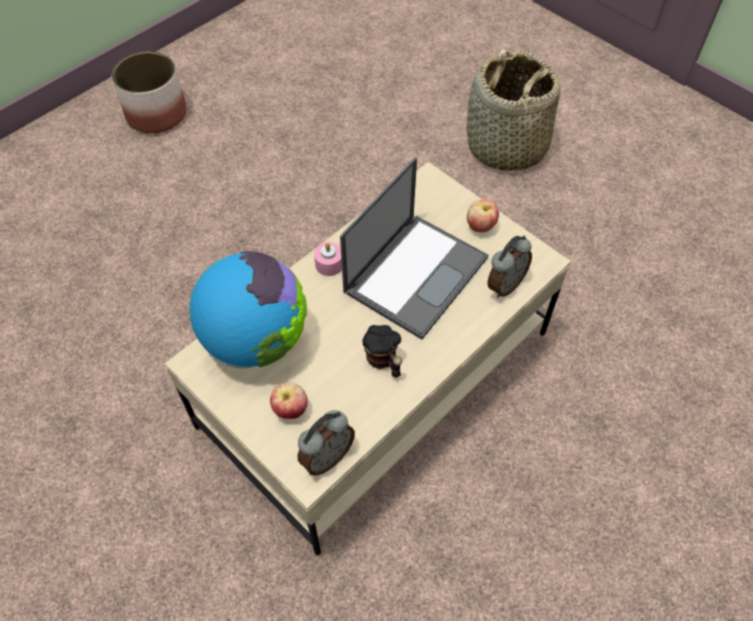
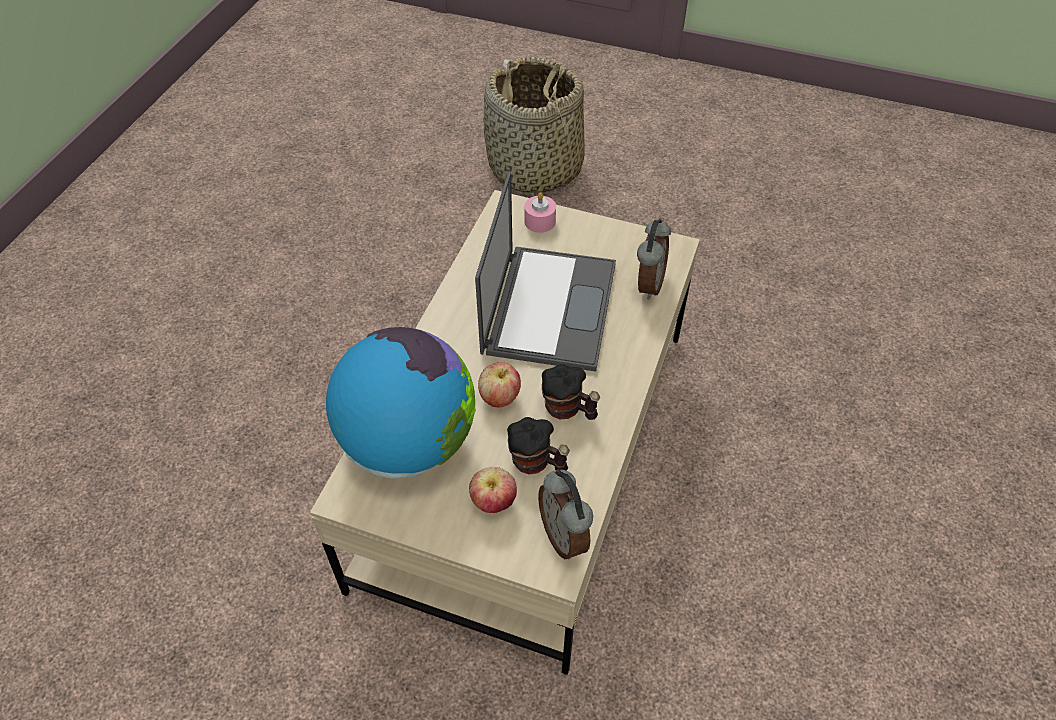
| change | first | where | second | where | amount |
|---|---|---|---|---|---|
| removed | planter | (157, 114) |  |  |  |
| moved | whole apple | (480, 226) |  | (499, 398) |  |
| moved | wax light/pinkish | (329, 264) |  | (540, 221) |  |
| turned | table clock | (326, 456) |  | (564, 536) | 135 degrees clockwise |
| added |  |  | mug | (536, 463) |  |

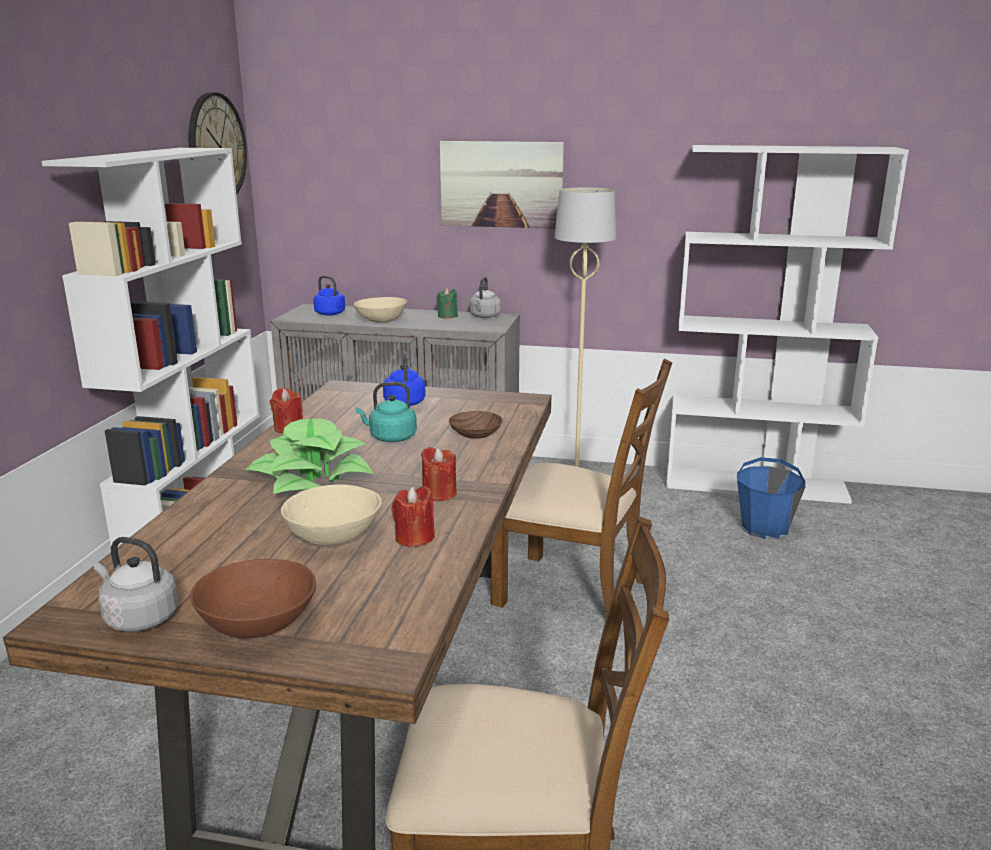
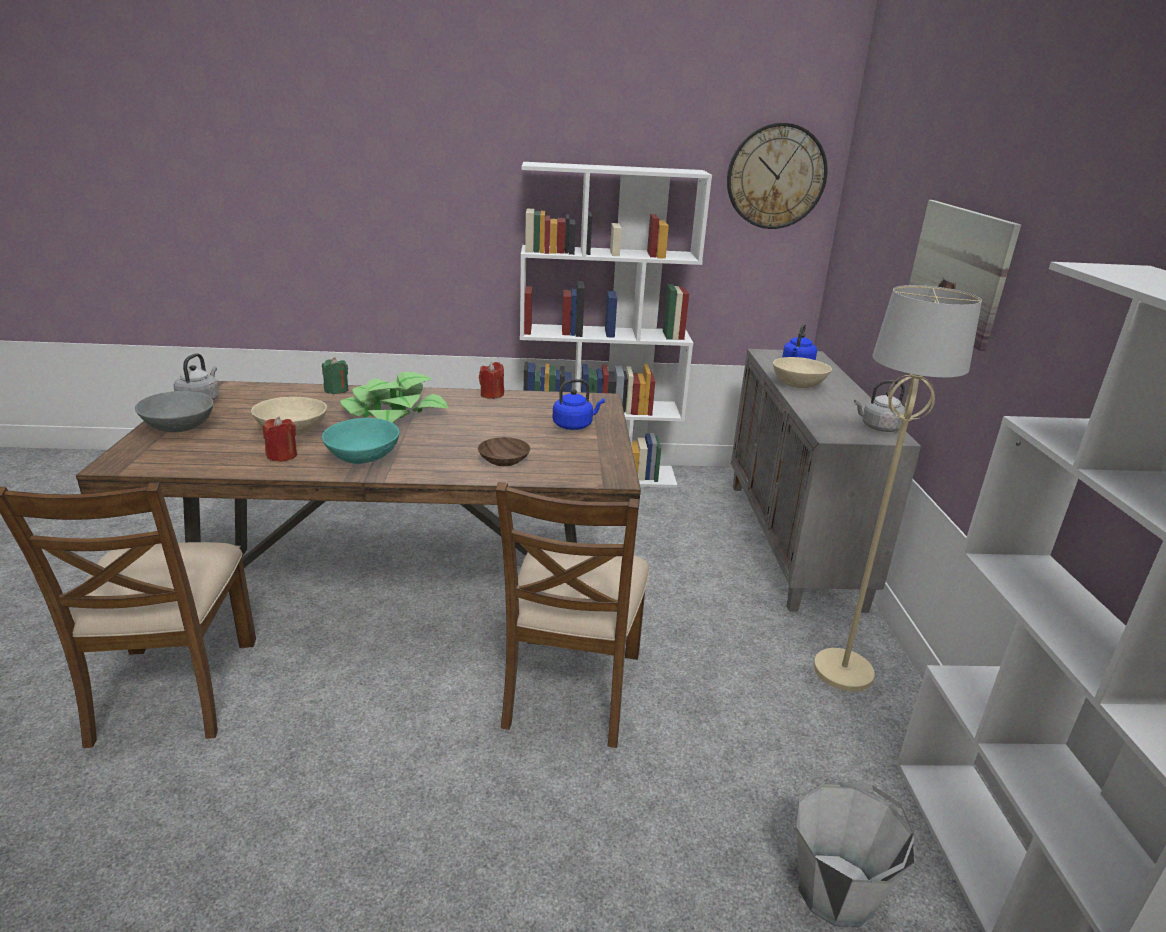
| change | first | where | second | where | amount |
|---|---|---|---|---|---|
| moved | wax light/greenish | (447, 316) |  | (336, 390) |  |
| removed | tea kettle/turquoise | (390, 438) |  |  |  |
| replaced | wax light/reddish | (439, 494) | bowl/turquoise | (362, 457) |  |
| recoloured | pail/blue | (764, 528) | pail/grey | (837, 892) |  |
| recoloured | bowl/brownish | (257, 624) | bowl/grey | (178, 427) |  |

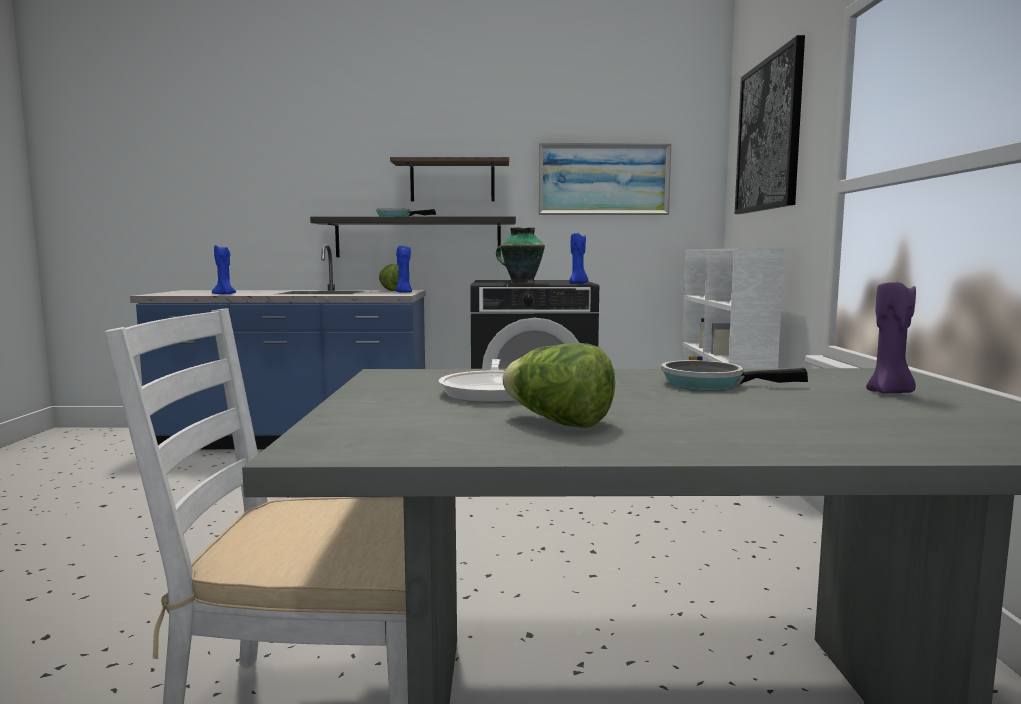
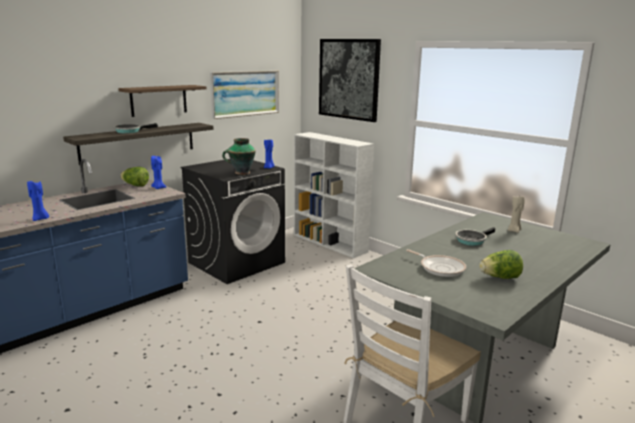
| change | first | where | second | where | amount |
|---|---|---|---|---|---|
| recoloured | wax light/purple-coloured | (889, 393) | wax light/beige-coloured | (514, 230) |  |

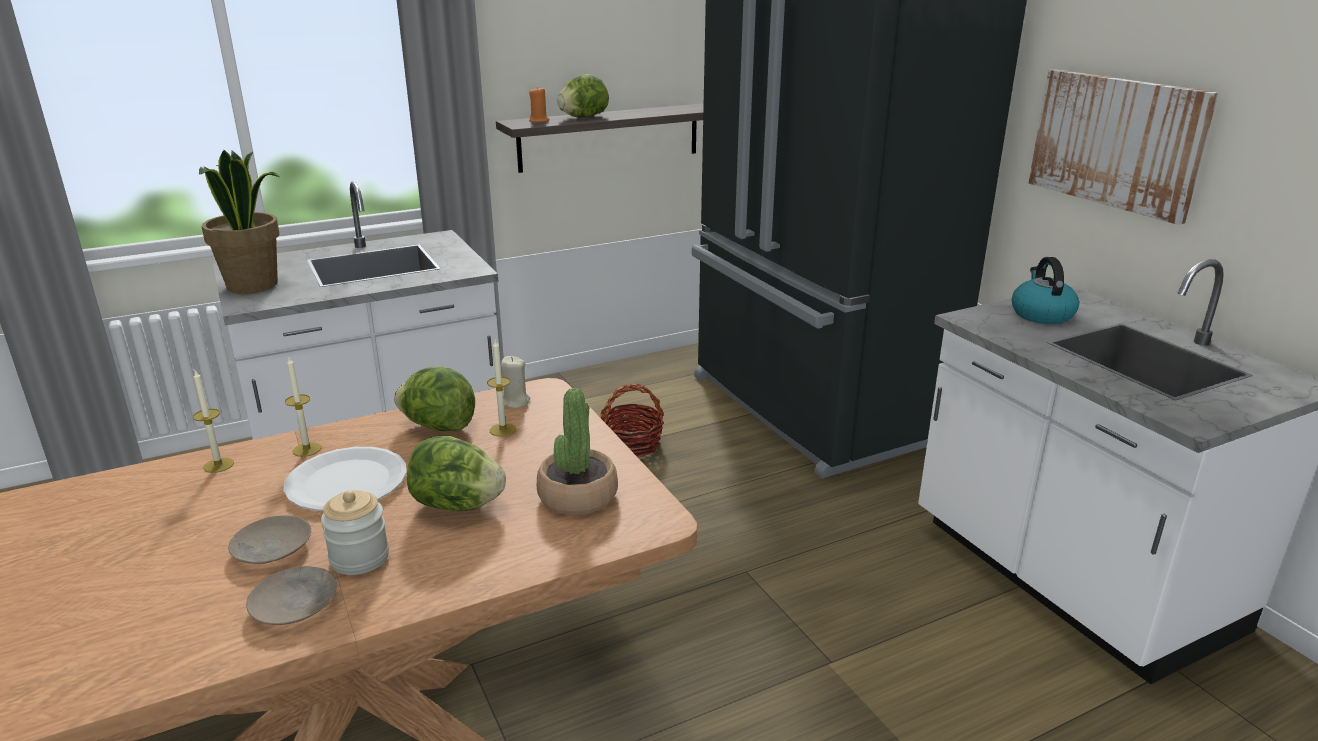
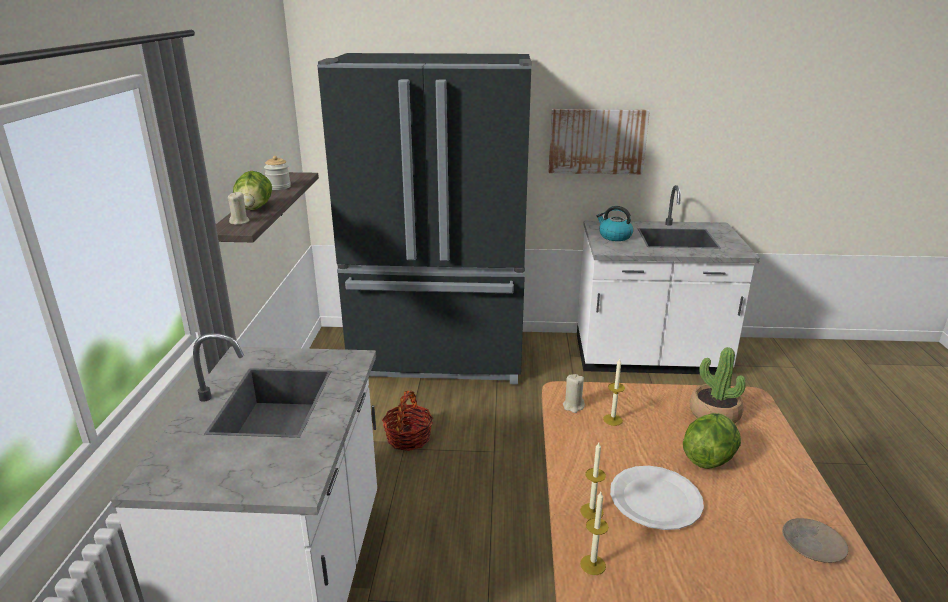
| change | first | where | second | where | amount |
|---|---|---|---|---|---|
| recoloured | wax light/orange-coloured | (539, 121) | wax light/beige-coloured | (240, 222) |  |
| removed | potted plant | (253, 285) |  |  |  |
| removed | lettuce head | (438, 427) |  |  |  |
| moved | storage jar | (359, 558) |  | (278, 187) |  |
| removed | plate/beige-coloured | (272, 549) |  |  |  |

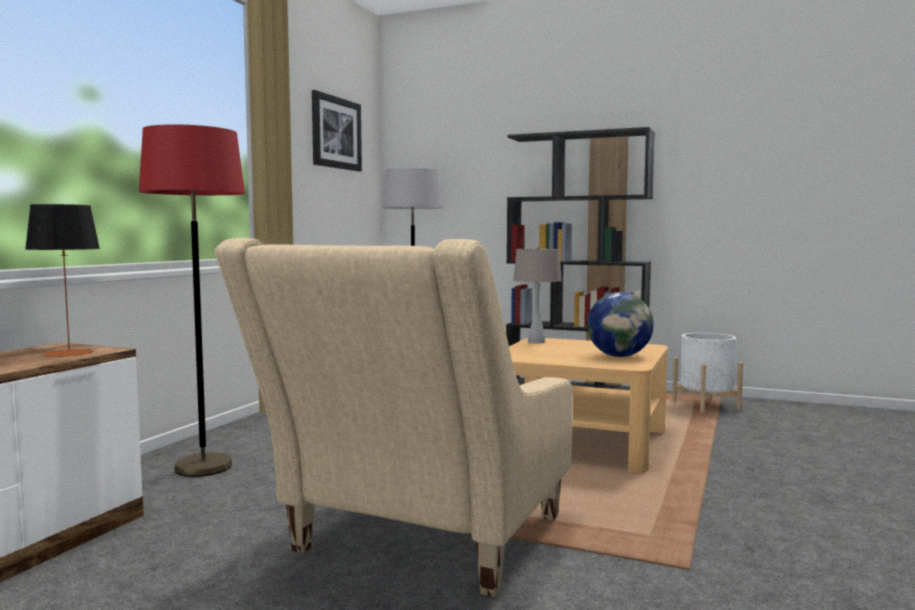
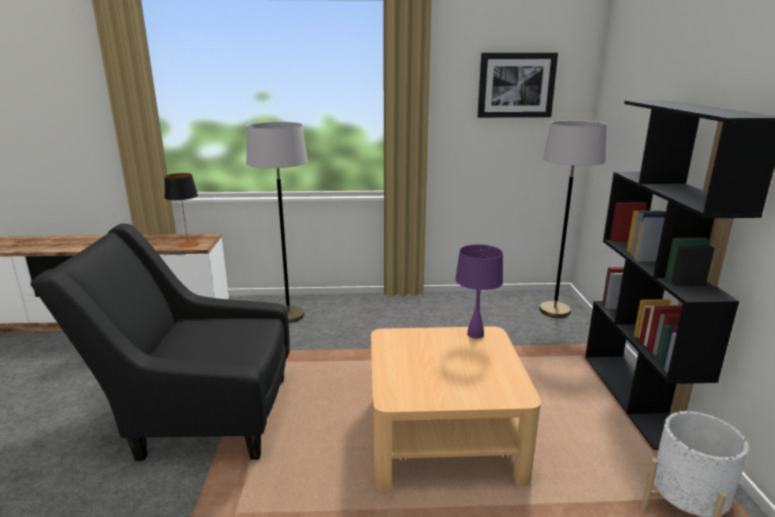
| change | first | where | second | where | amount |
|---|---|---|---|---|---|
| recoloured | standing lamp/reddish | (203, 467) | standing lamp/grey | (288, 315) |  |
| recoloured | easy chair/beige-coloured | (416, 546) | easy chair/black | (198, 415) |  |
| recoloured | lamp for a table/beige-coloured | (536, 342) | lamp for a table/purple-coloured | (475, 334) |  |
| removed | globe | (619, 356) |  |  |  |

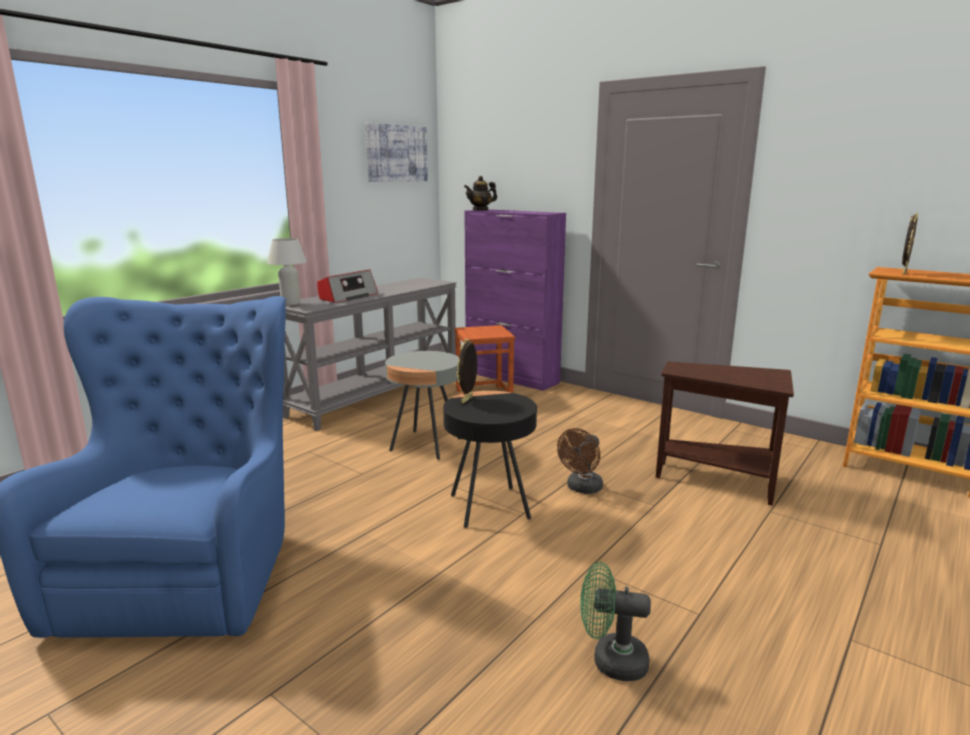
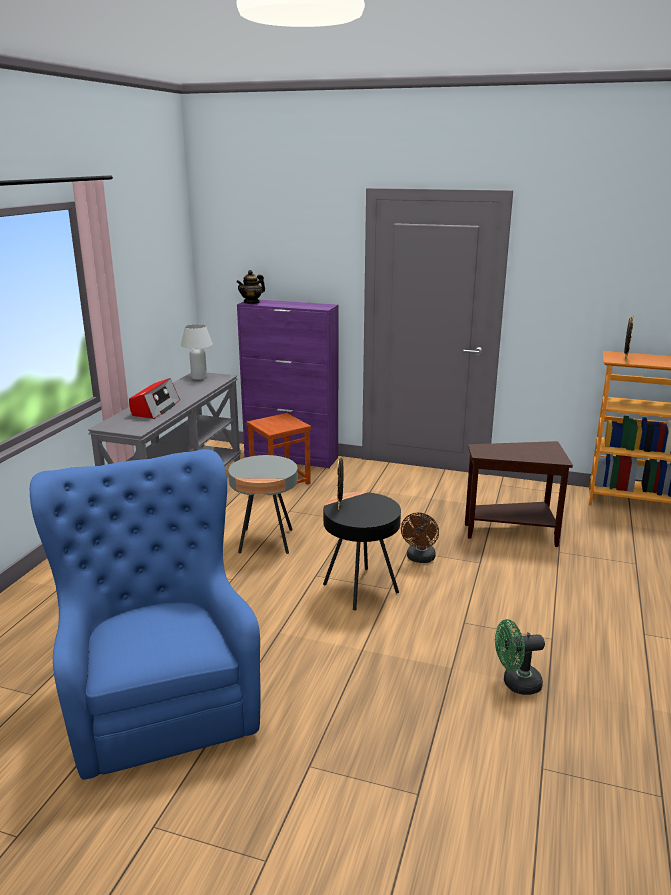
| change | first | where | second | where | amount |
|---|---|---|---|---|---|
| removed | picture | (396, 153) |  |  |  |
| moved | lamp for a table/whitish | (291, 303) |  | (199, 377) |  |

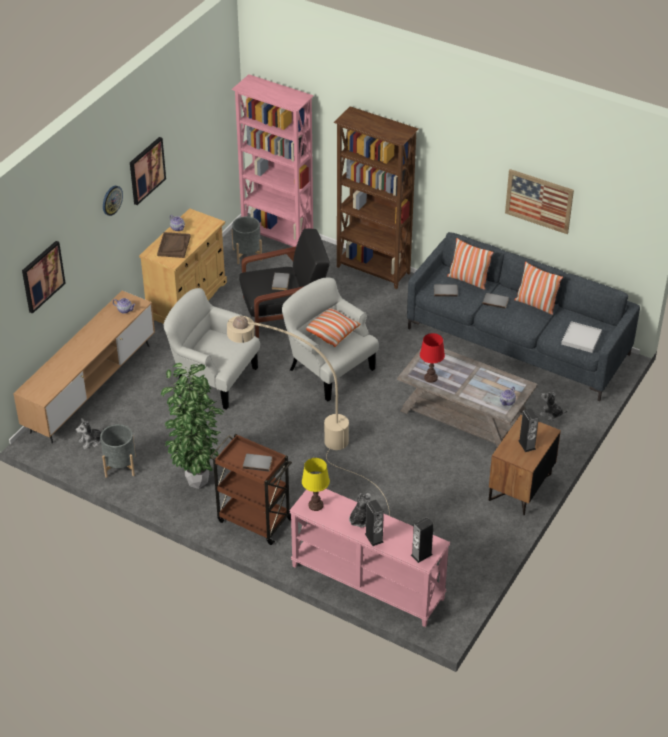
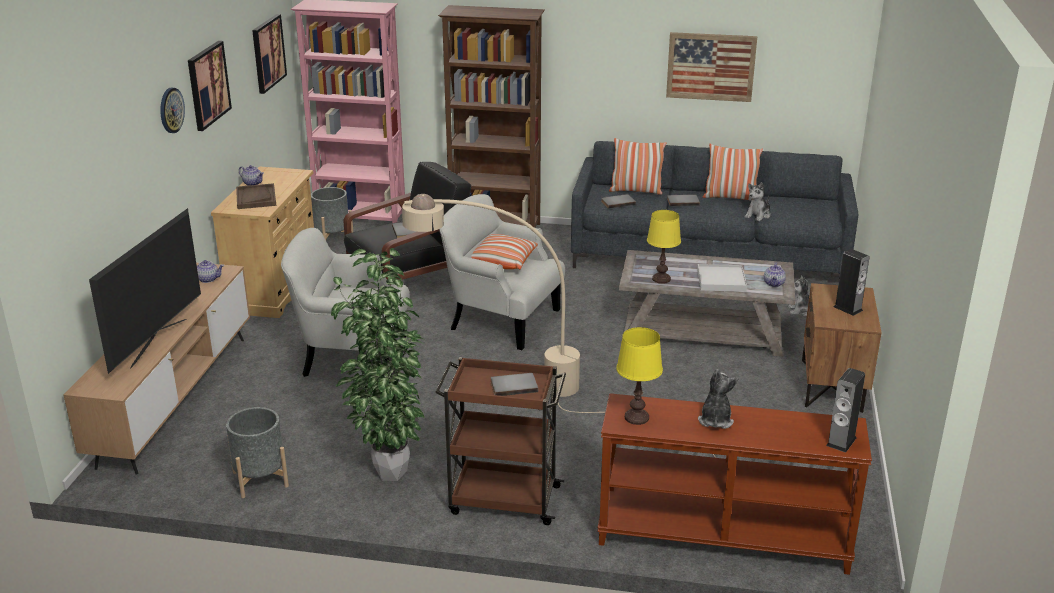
| change | first | where | second | where | amount |
|---|---|---|---|---|---|
| moved | picture | (42, 276) |  | (268, 53) |  |
| moved | serving tray/whitish | (581, 338) |  | (721, 280) |  |
| recoloured | lamp for a table/reddish | (431, 378) | lamp for a table/yellow-coloured | (661, 279) |  |
| moved | cuddly toy | (91, 441) |  | (758, 215) |  |
| recoloured | narrow table/pinkish | (366, 583) | narrow table/brownish | (722, 539) |  |
| removed | speaker | (374, 538) |  |  |  |
| added |  |  | television | (158, 342) |  |

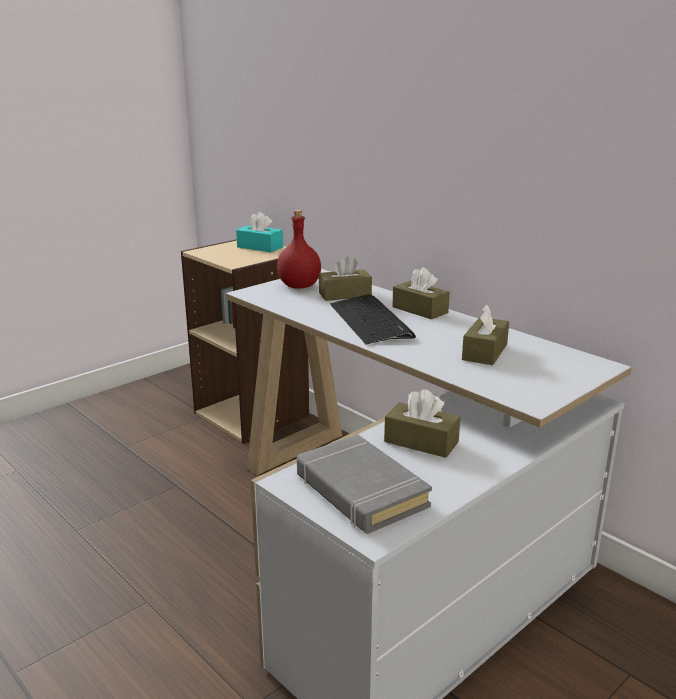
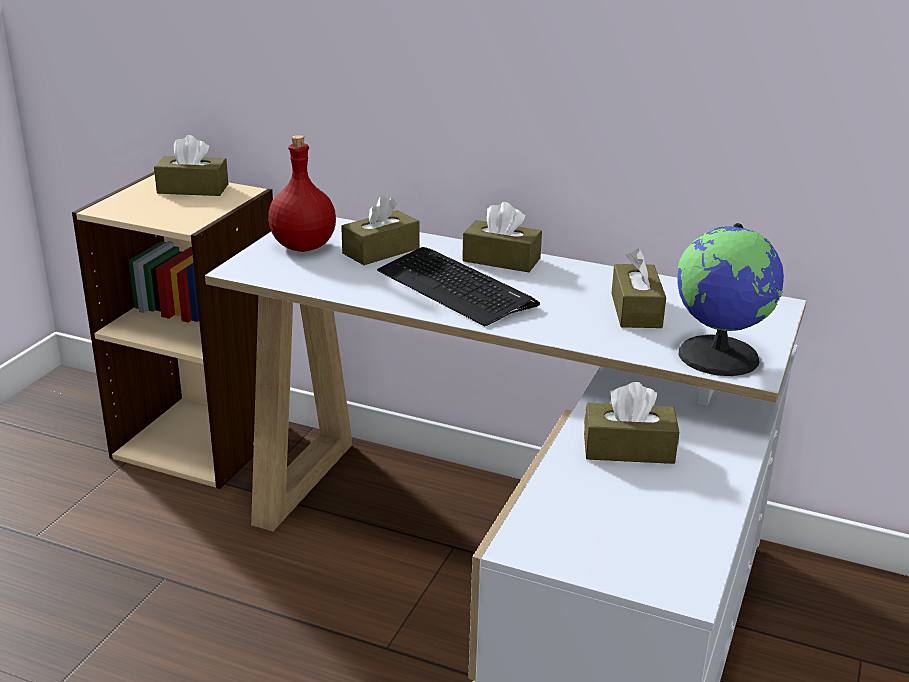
| change | first | where | second | where | amount |
|---|---|---|---|---|---|
| recoloured | box of tissues/turquoise | (260, 247) | box of tissues/brownish | (193, 189) |  |
| removed | bound book/grey | (360, 491) |  |  |  |
| added |  |  | globe | (720, 356) |  |

